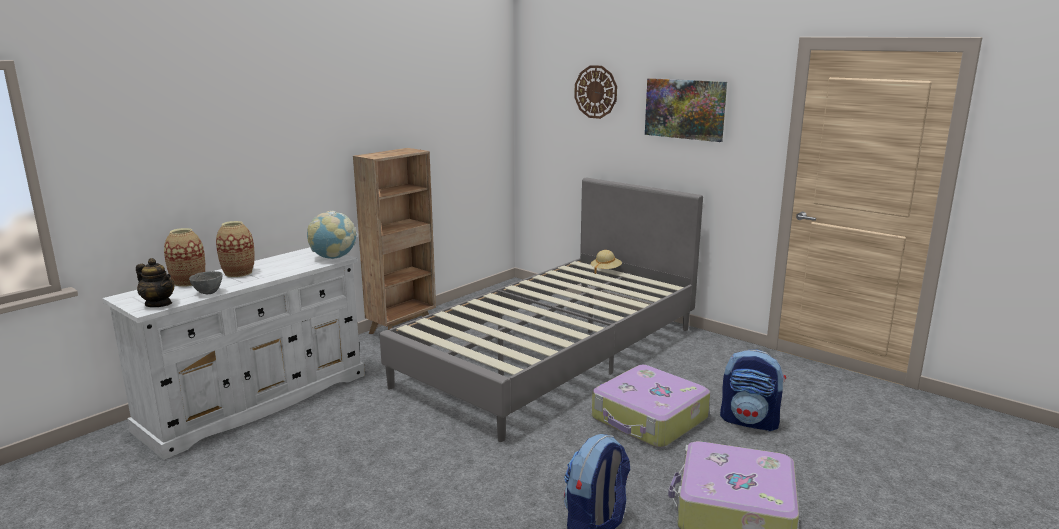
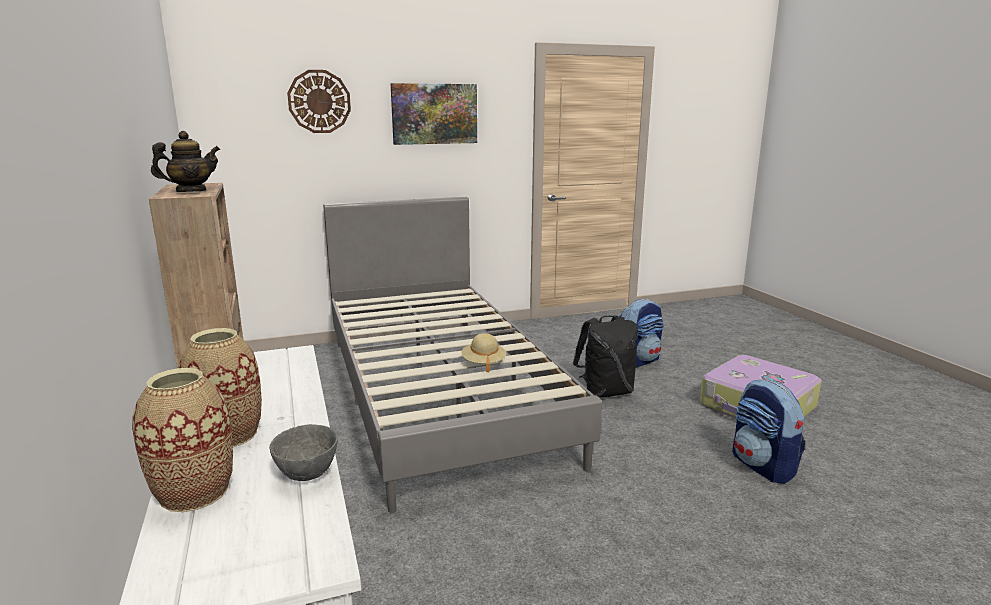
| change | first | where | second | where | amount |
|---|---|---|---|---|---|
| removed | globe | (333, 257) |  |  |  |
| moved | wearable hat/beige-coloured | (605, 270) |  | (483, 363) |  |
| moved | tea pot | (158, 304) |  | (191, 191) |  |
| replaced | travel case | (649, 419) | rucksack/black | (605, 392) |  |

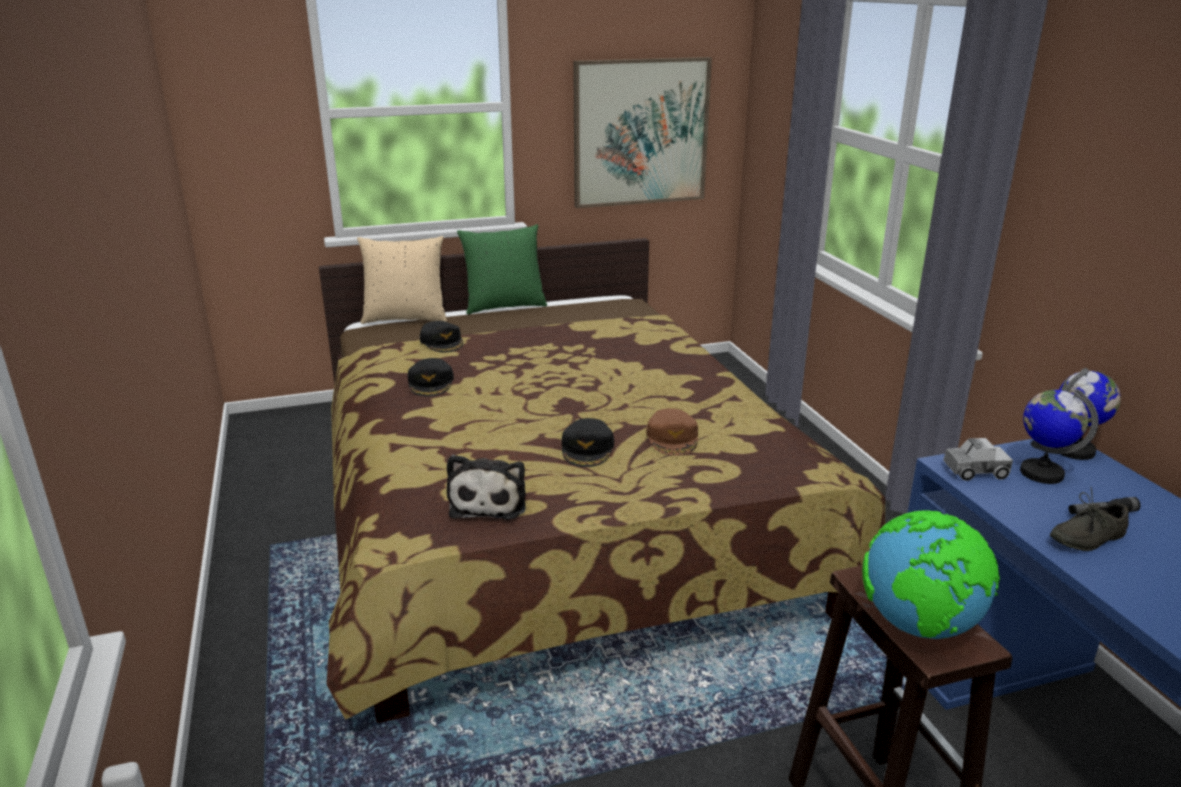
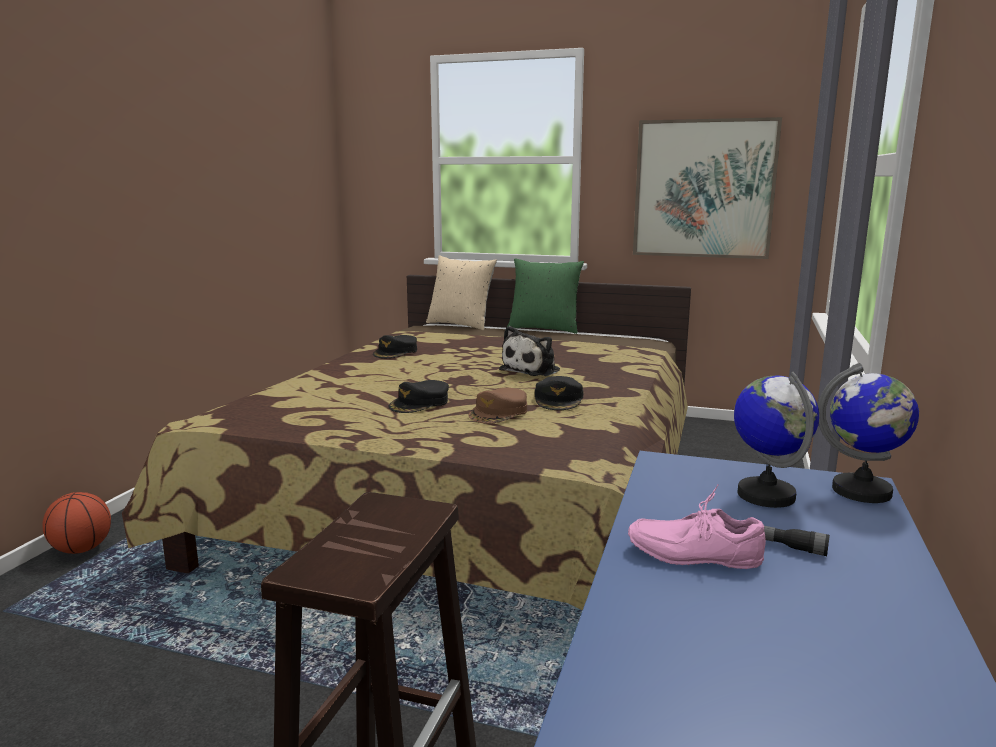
| change | first | where | second | where | amount |
|---|---|---|---|---|---|
| moved | baseball cap/black | (442, 342) |  | (559, 400) |  |
| removed | toy truck | (975, 471) |  |  |  |
| moved | cuddly toy | (489, 502) |  | (532, 370) |  |
| recoloured | low shoe/grey | (1084, 537) | low shoe/pinkish | (693, 553) |  |
| removed | globe | (920, 627) |  |  |  |
| added |  |  | basketball ball | (82, 549) |  |

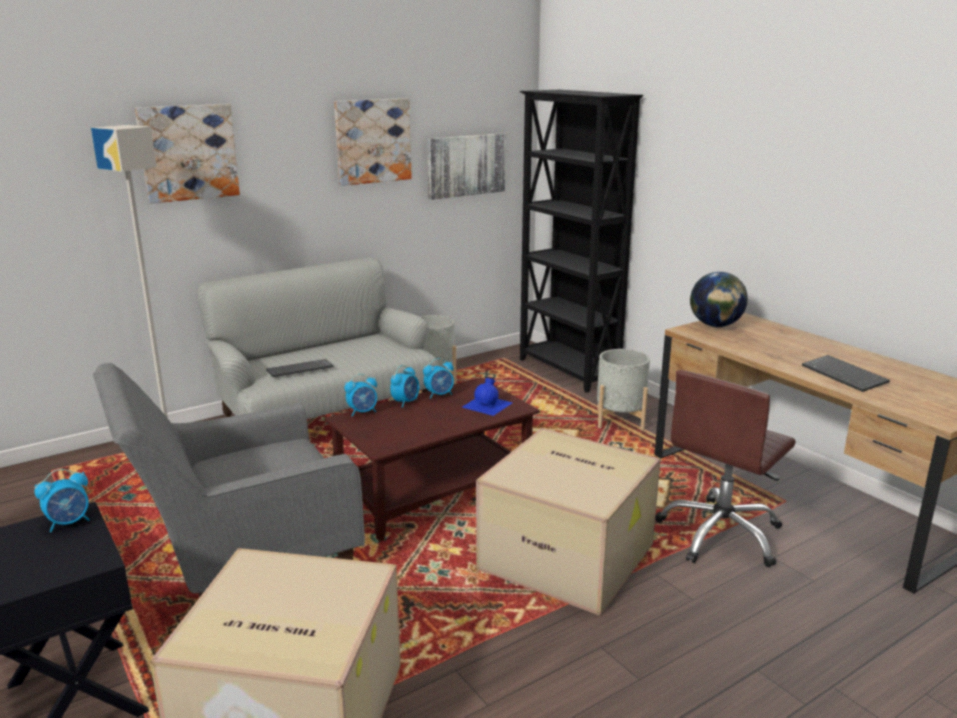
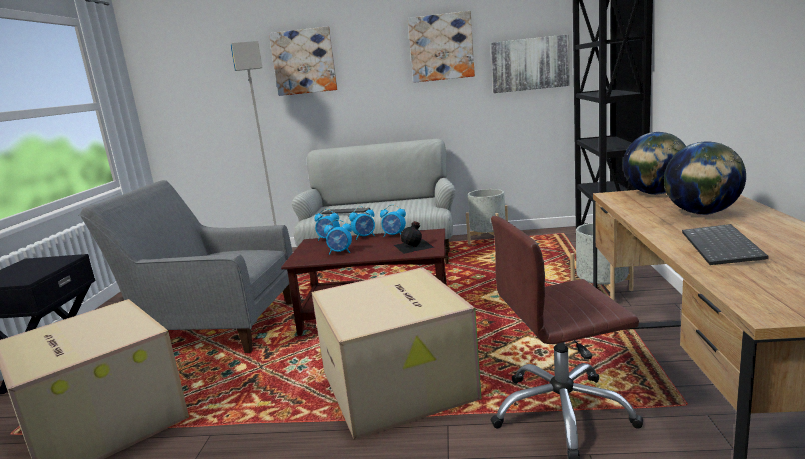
| change | first | where | second | where | amount |
|---|---|---|---|---|---|
| recoloured | drink bottle/blue | (488, 404) | drink bottle/black | (414, 246) |  |
| moved | table clock | (69, 523) |  | (340, 252) |  |
| added |  |  | globe | (701, 213) |  |

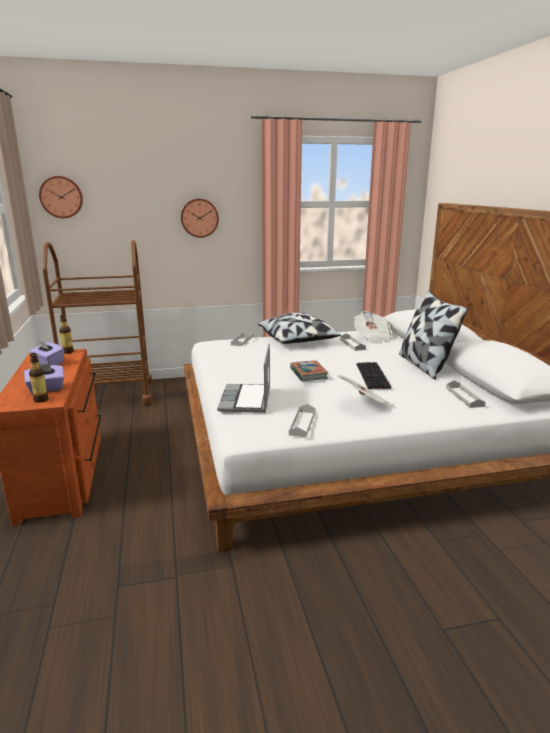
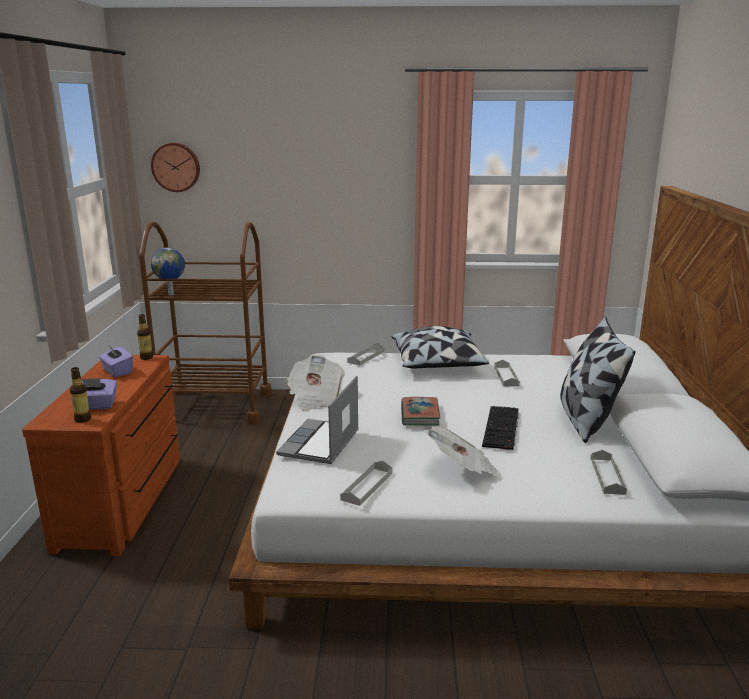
| change | first | where | second | where | amount |
|---|---|---|---|---|---|
| removed | wall clock | (199, 218) |  |  |  |
| moved | printed paper | (372, 338) |  | (315, 397) |  |
| added |  |  | globe | (171, 294) |  |

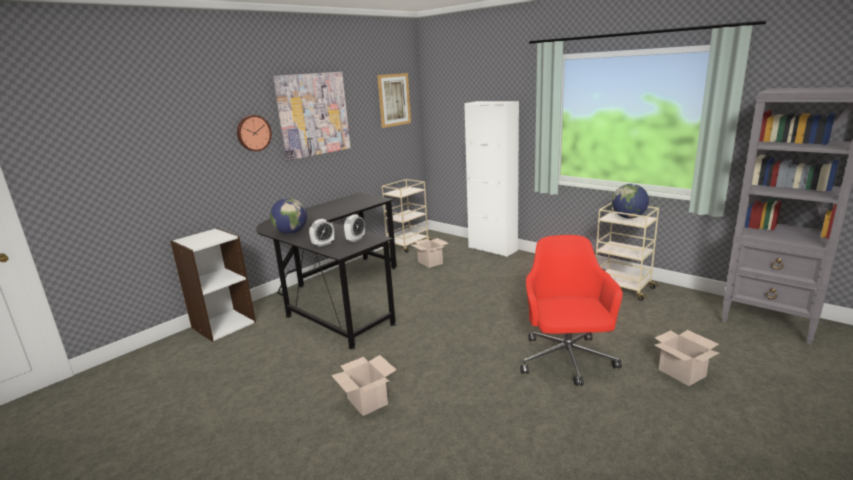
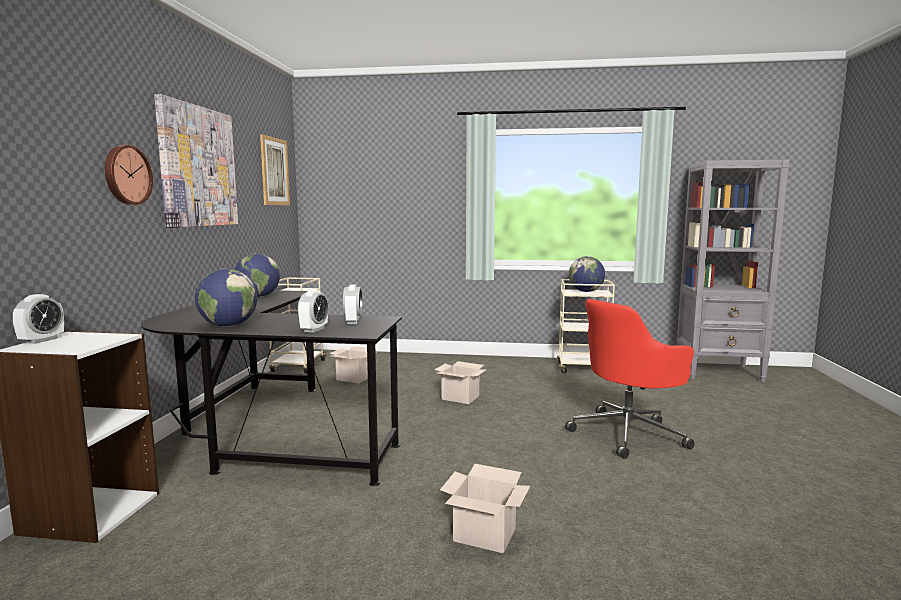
| change | first | where | second | where | amount |
|---|---|---|---|---|---|
| removed | cupboard/whitish | (492, 249) |  |  |  |
| turned | desk chair/reddish | (566, 361) |  | (628, 433) | 90 degrees counterclockwise |
| moved | cardboard box | (683, 373) |  | (461, 397) |  |
| added |  |  | globe | (258, 296) |  |
| added |  |  | table clock | (41, 340) |  |

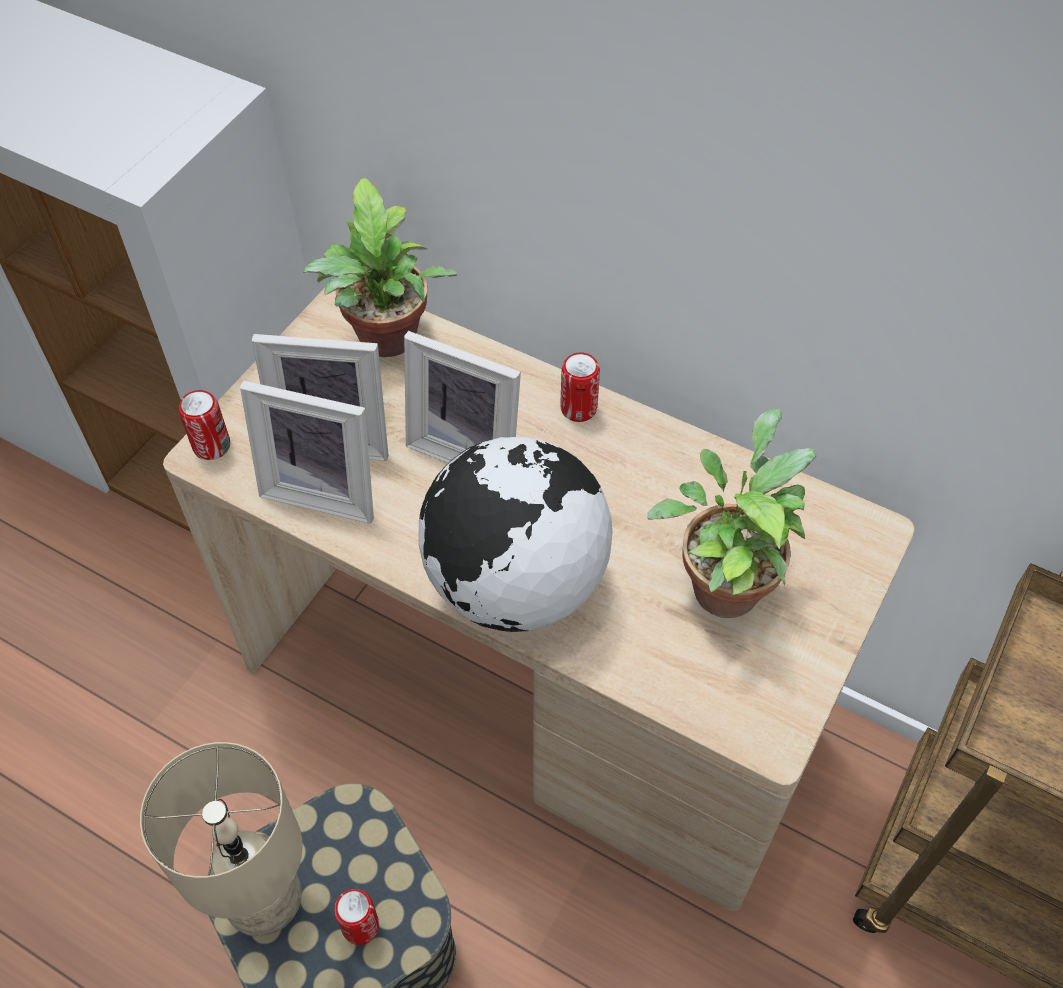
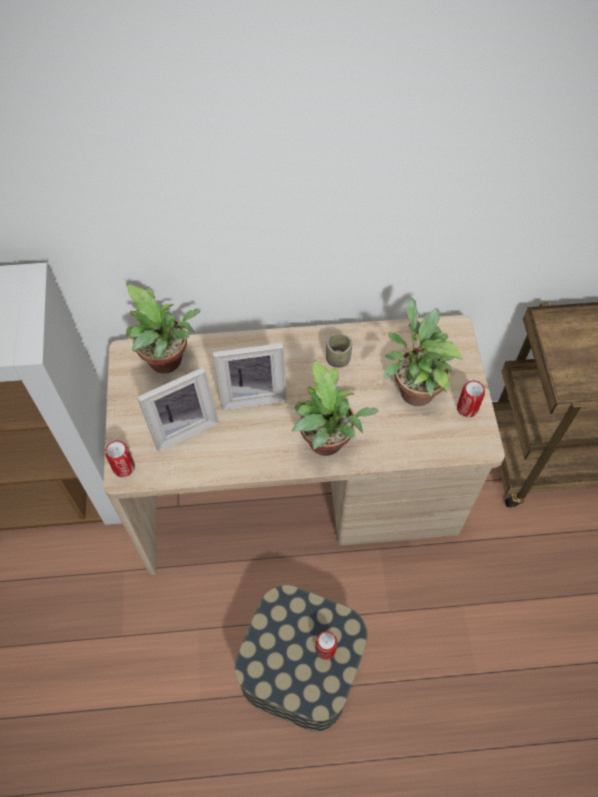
| change | first | where | second | where | amount |
|---|---|---|---|---|---|
| moved | can | (578, 409) |  | (467, 408) |  |
| removed | standing frame | (324, 490) |  |  |  |
| replaced | globe | (515, 585) | potted plant | (327, 445) |  |
| removed | lamp for a table/beige-coloured | (267, 900) |  |  |  |
| added |  |  | small cup | (338, 359) |  |

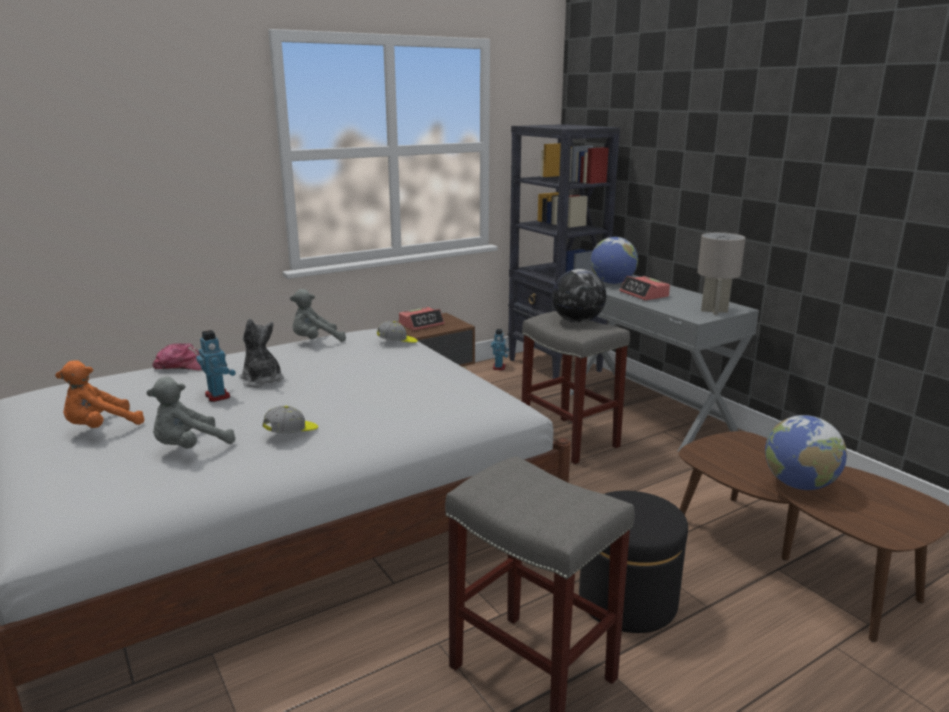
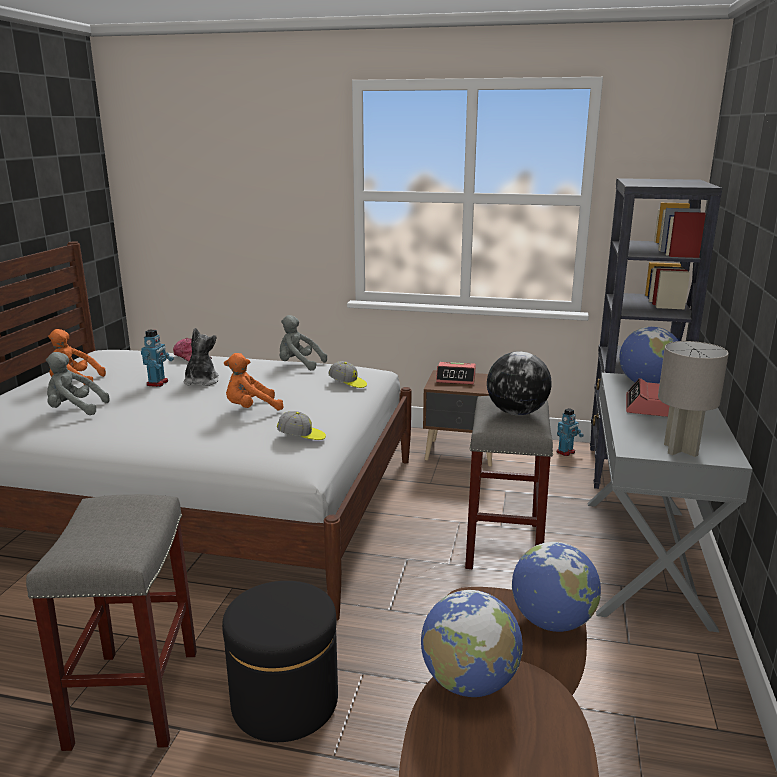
| change | first | where | second | where | amount |
|---|---|---|---|---|---|
| moved | baseball cap | (292, 433) |  | (301, 437) |  |
| added |  |  | cuddly toy/orange-coloured | (251, 409) |  |
| added |  |  | globe | (552, 622) |  |

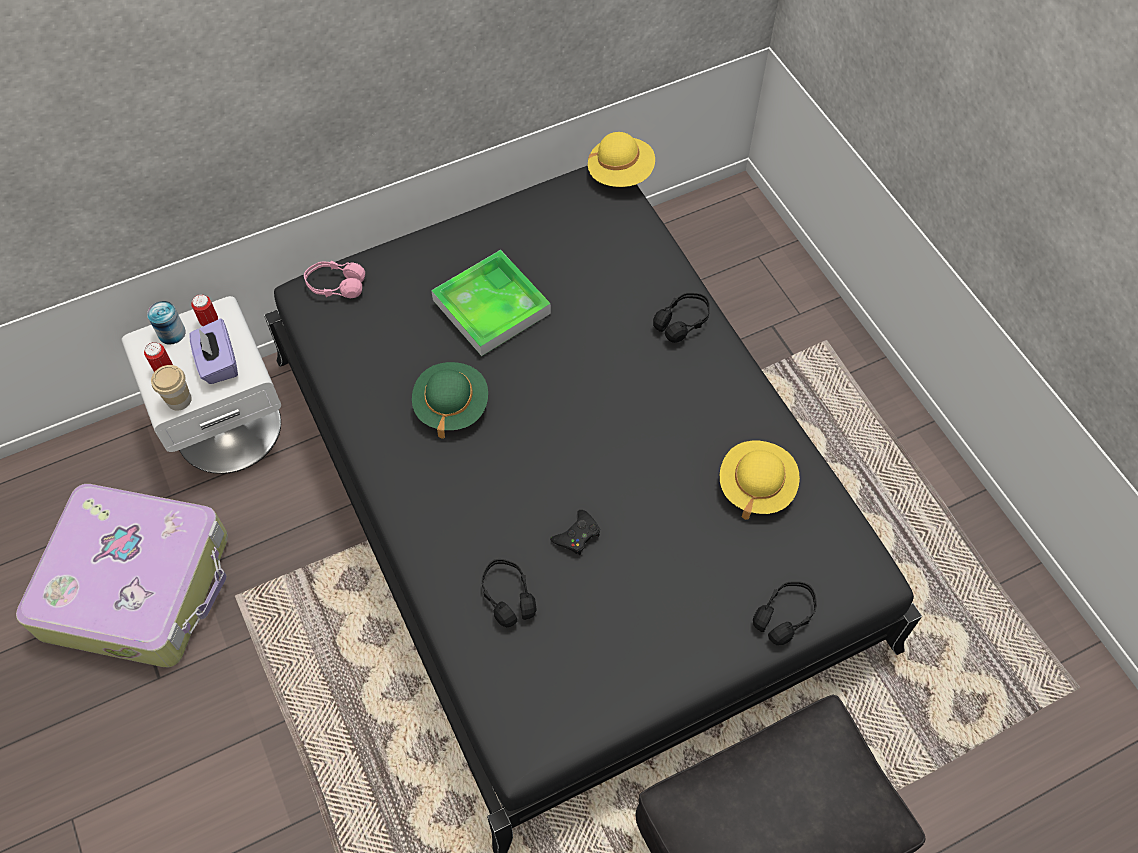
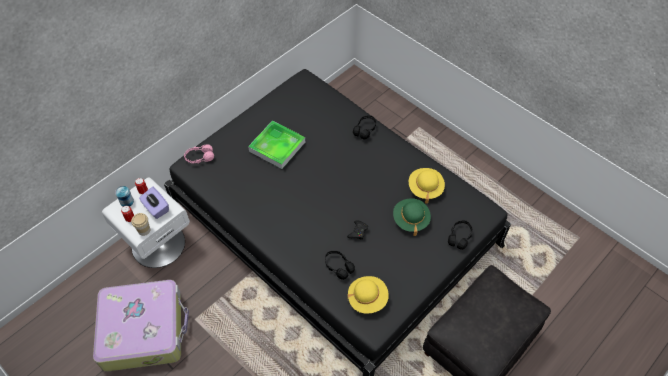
| change | first | where | second | where | amount |
|---|---|---|---|---|---|
| moved | wearable hat/yellow-coloured | (620, 173) |  | (367, 299) |  |
| moved | wearable hat/greenish | (451, 406) |  | (410, 220) |  |

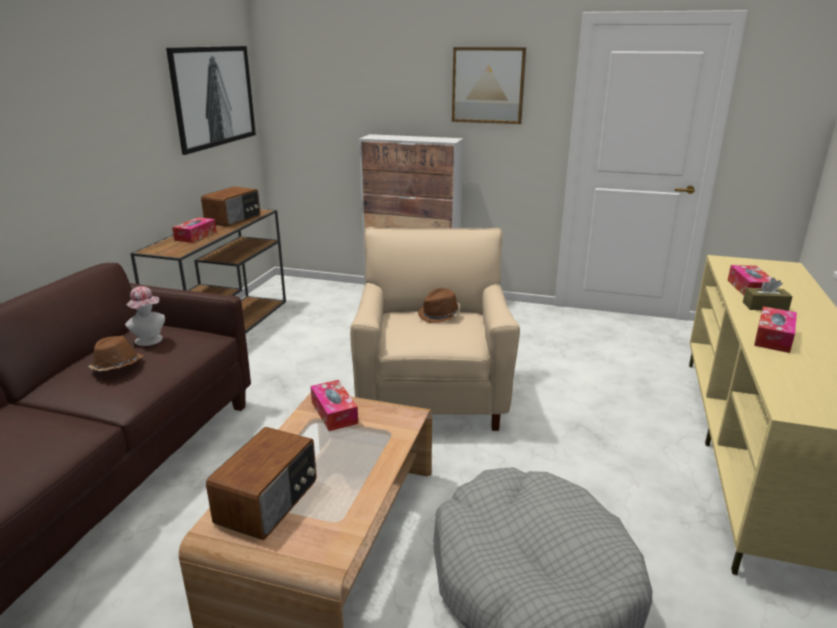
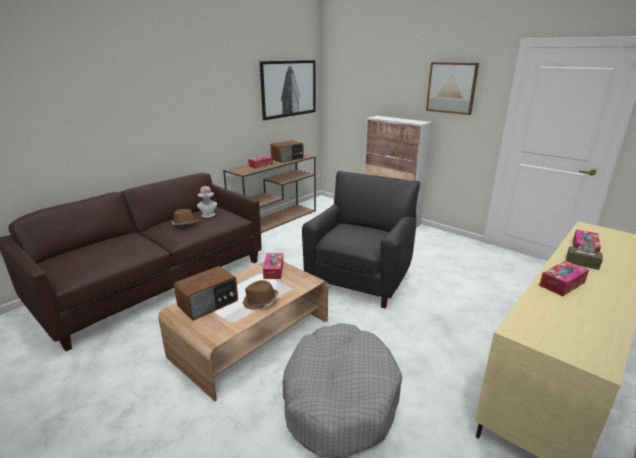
| change | first | where | second | where | amount |
|---|---|---|---|---|---|
| recoloured | easy chair/beige-coloured | (433, 396) | easy chair/black | (360, 279) |  |
| moved | wearable hat/brownish | (440, 315) |  | (260, 302) |  |

